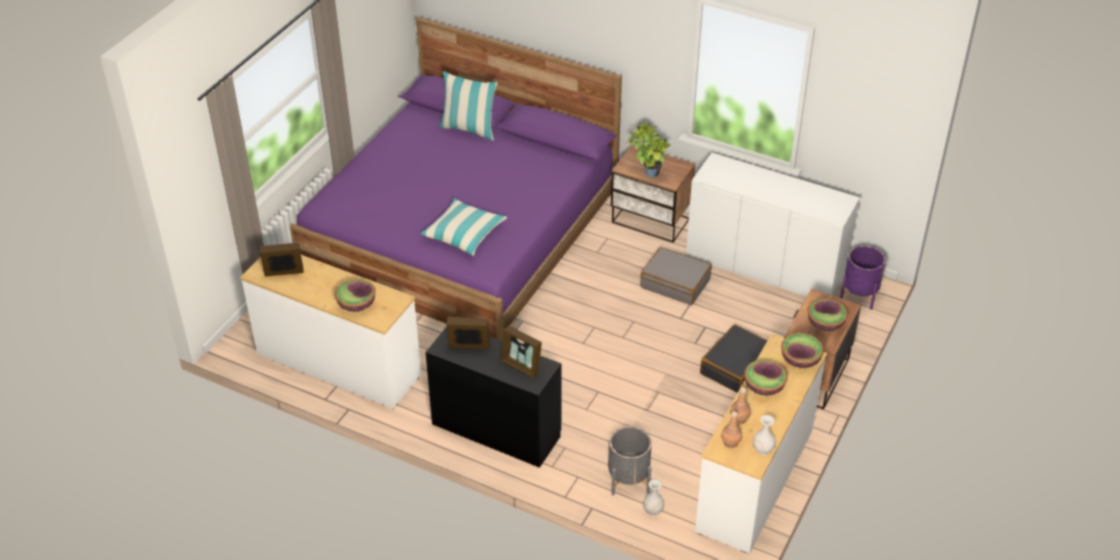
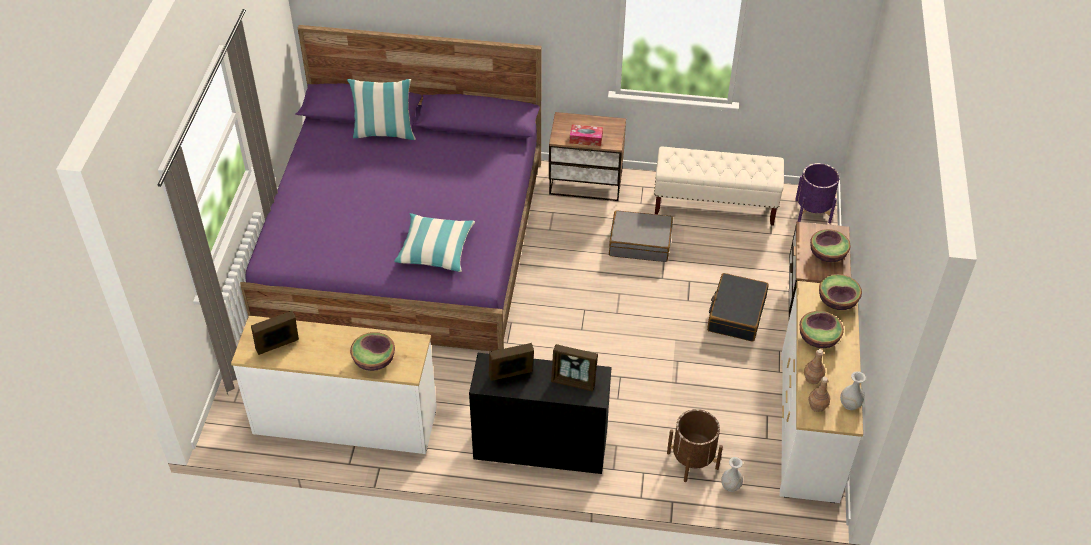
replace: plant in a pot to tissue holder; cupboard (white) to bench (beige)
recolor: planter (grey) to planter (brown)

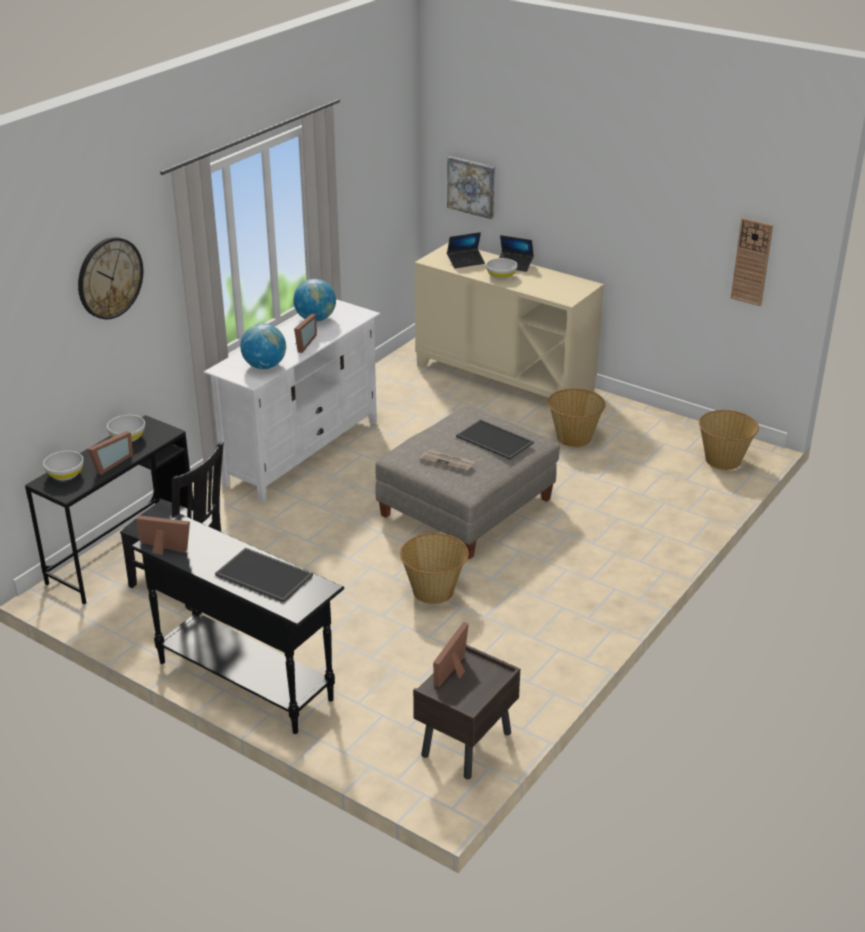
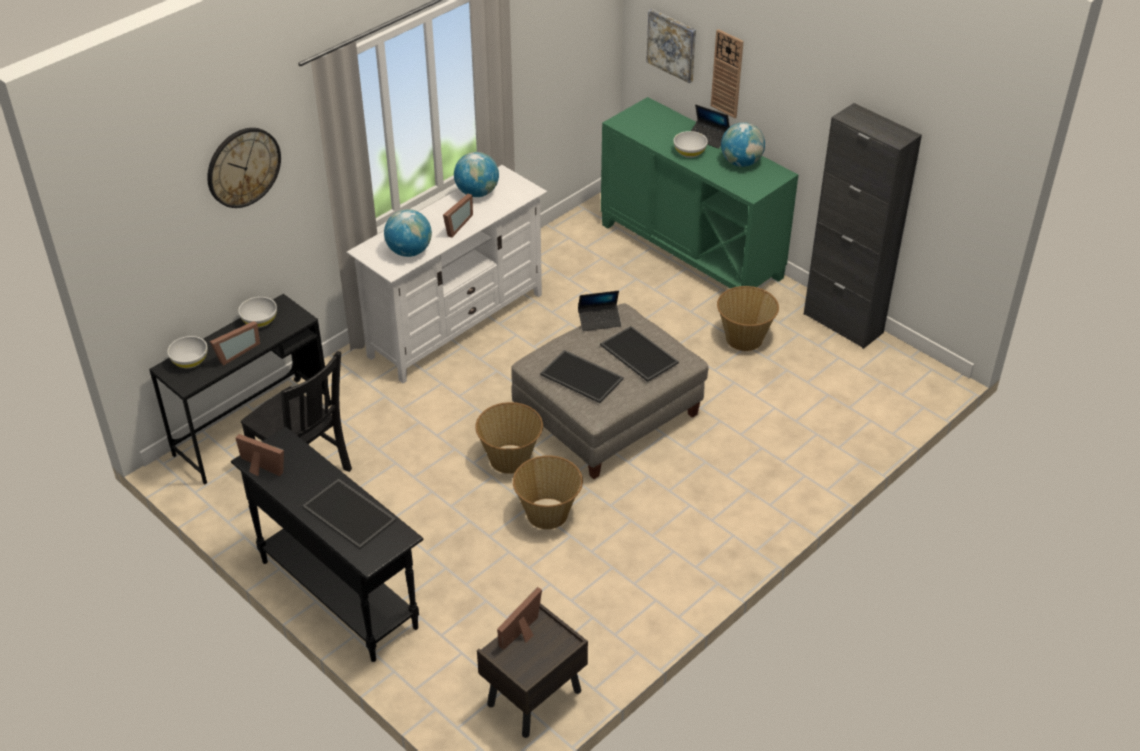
insert: world globe (3rd from left); cupboard (blackish)
move: notebook computer (1st from left); storage basket (3rd from left in the first image) to storage basket (1st from left); clock on the wall (2nd from left)
replace: printed paper to carrying tray (2nd from left)
recolor: cupboard (beige) to cupboard (greenish)

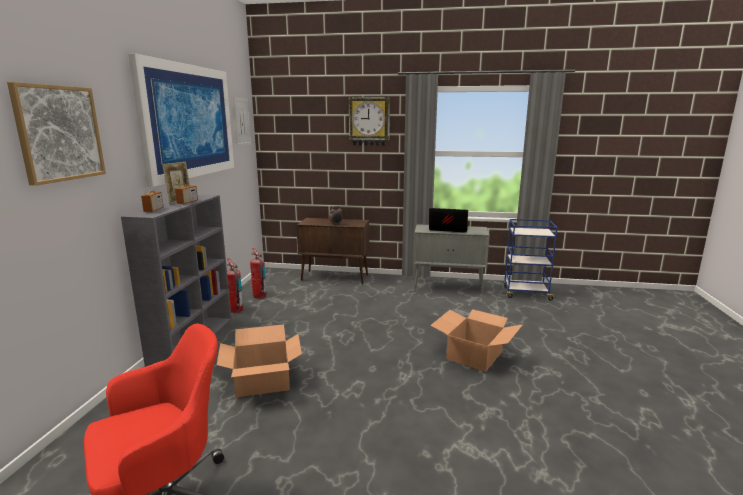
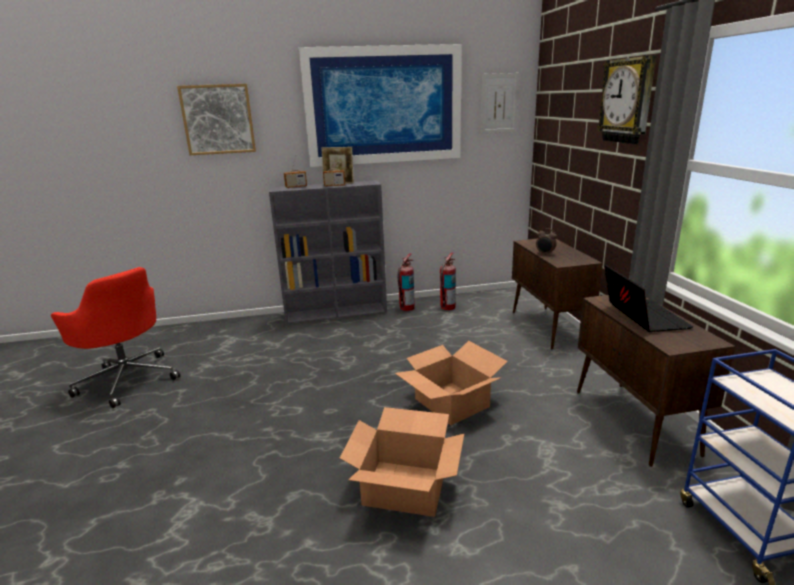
move: cardboard box (1st from left in the first image) to cardboard box (2nd from left)
recolor: cupboard (grey) to cupboard (brown) (2nd from left)

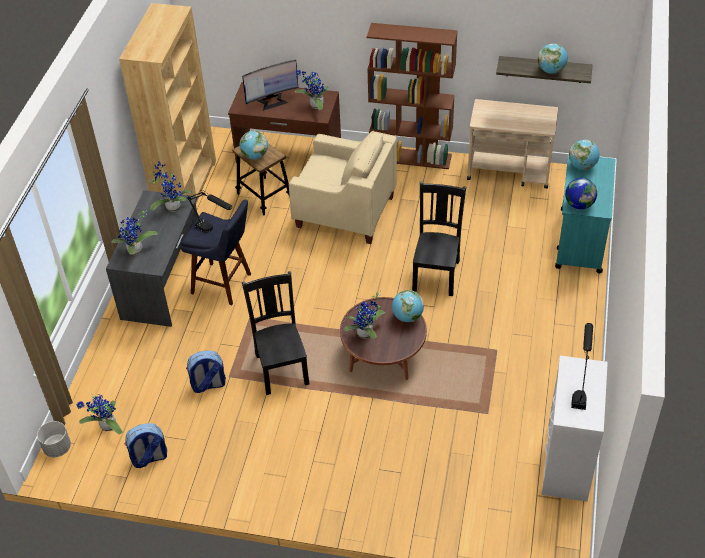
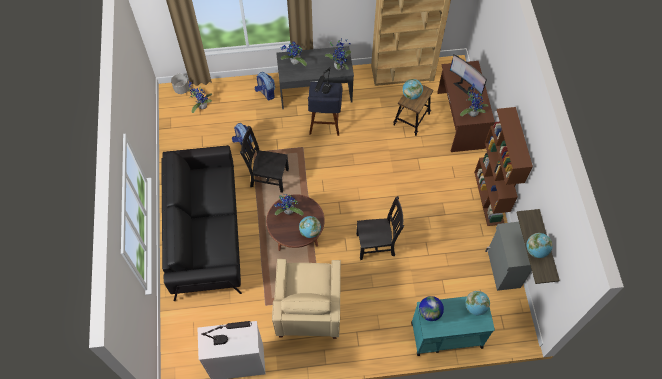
insert: sofa (blackish)
move: rucksack (1st from left in the first image) to rucksack (2nd from left); easy chair (beige)
replace: trolley (beige) to cupboard (grey)
rotate: plain chair (blackish) (1st from left) 135 degrees counterclockwise

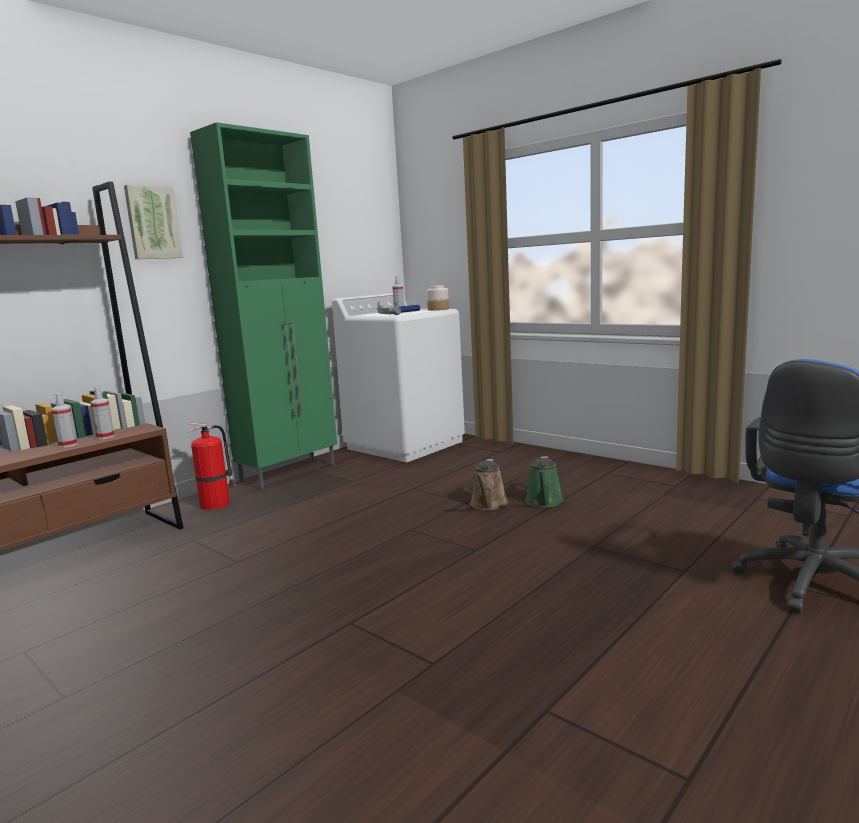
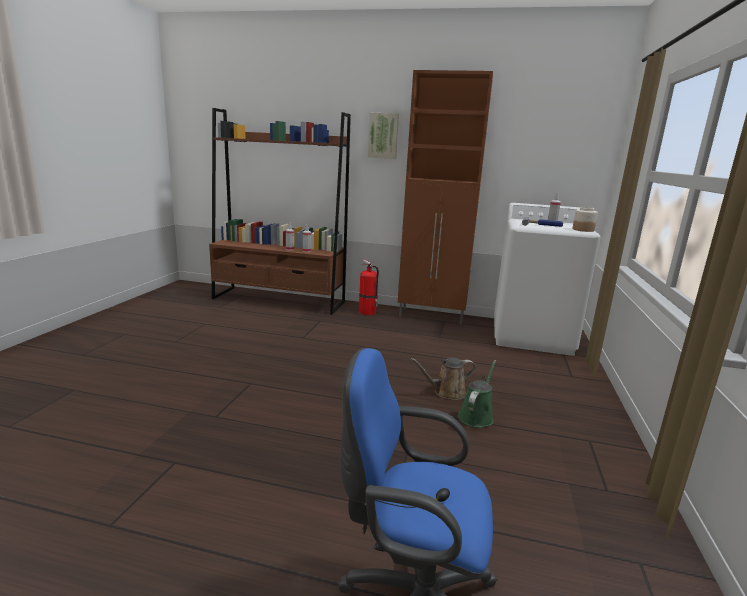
recolor: cupboard (greenish) to cupboard (brown)
rotate: sprinkling can (greenish) 135 degrees clockwise

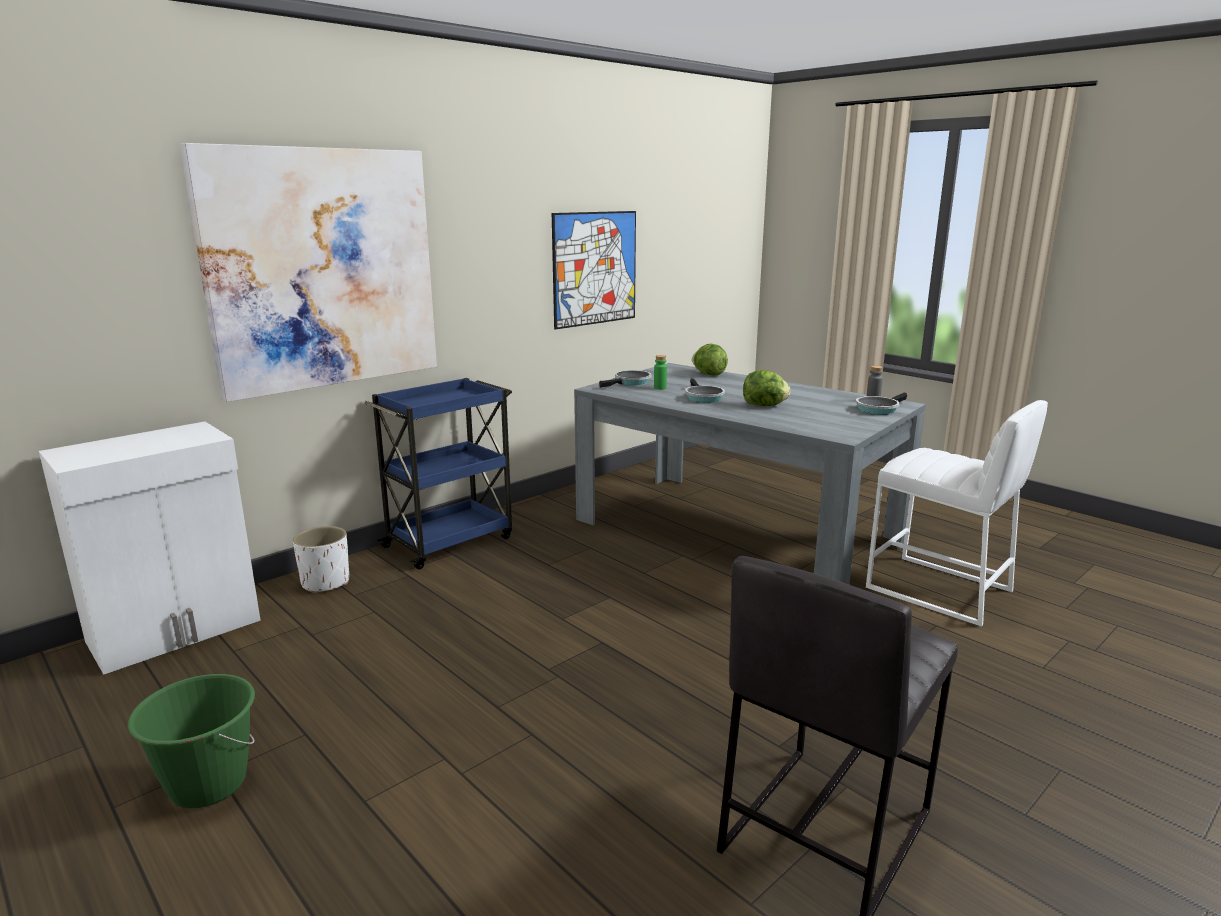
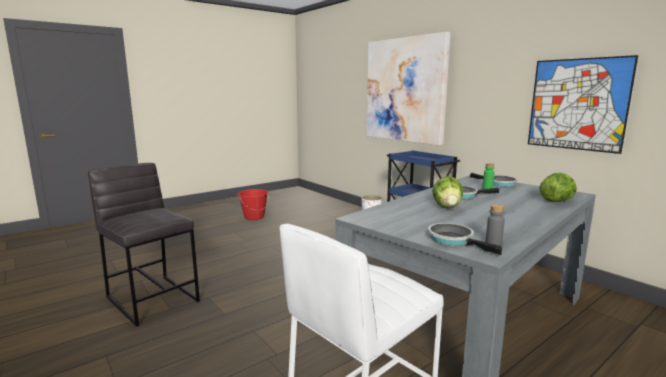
delete: cupboard (white)
recolor: water bucket (greenish) to water bucket (red-coloured)

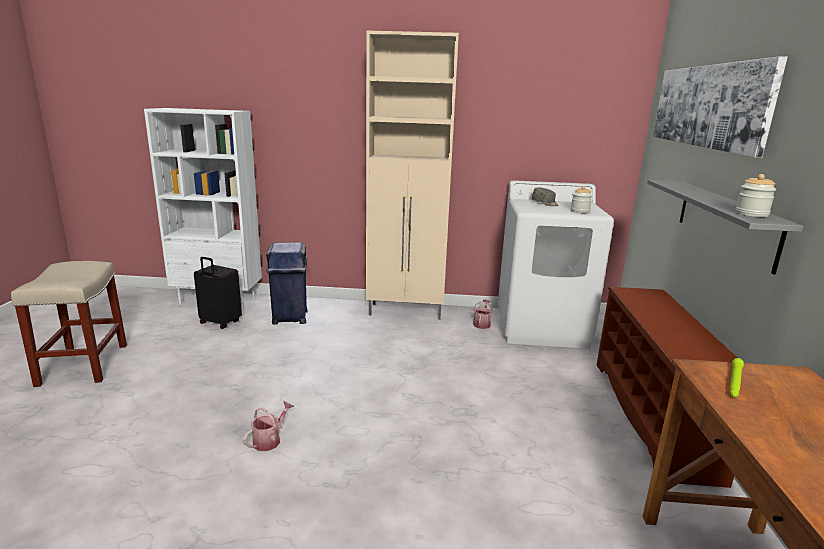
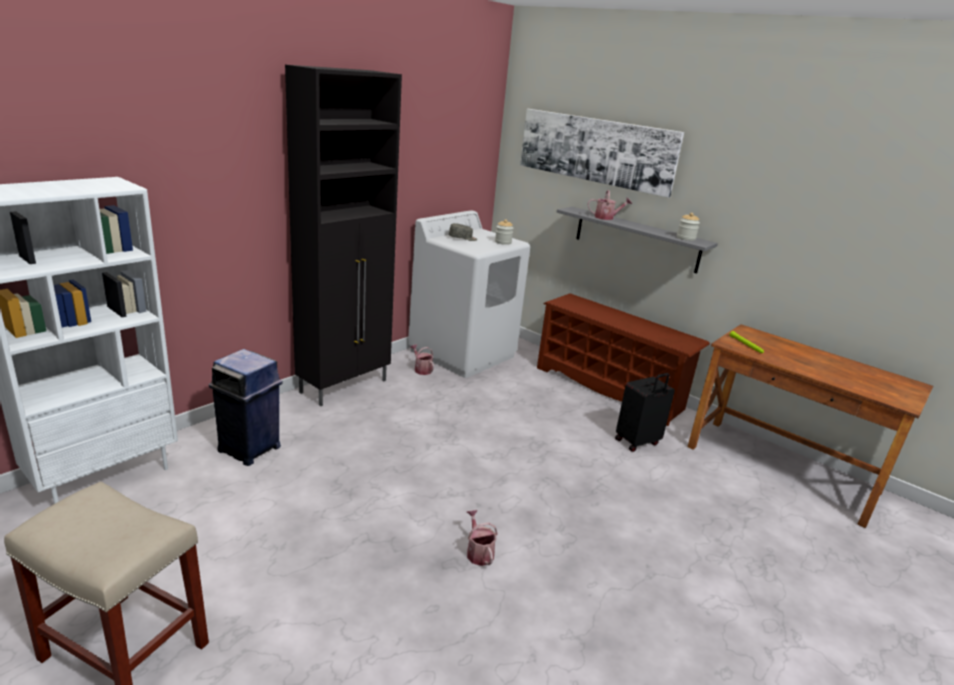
insert: sprinkling can (3rd from left)
move: suitcase (blackish)
recolor: cupboard (beige) to cupboard (blackish)

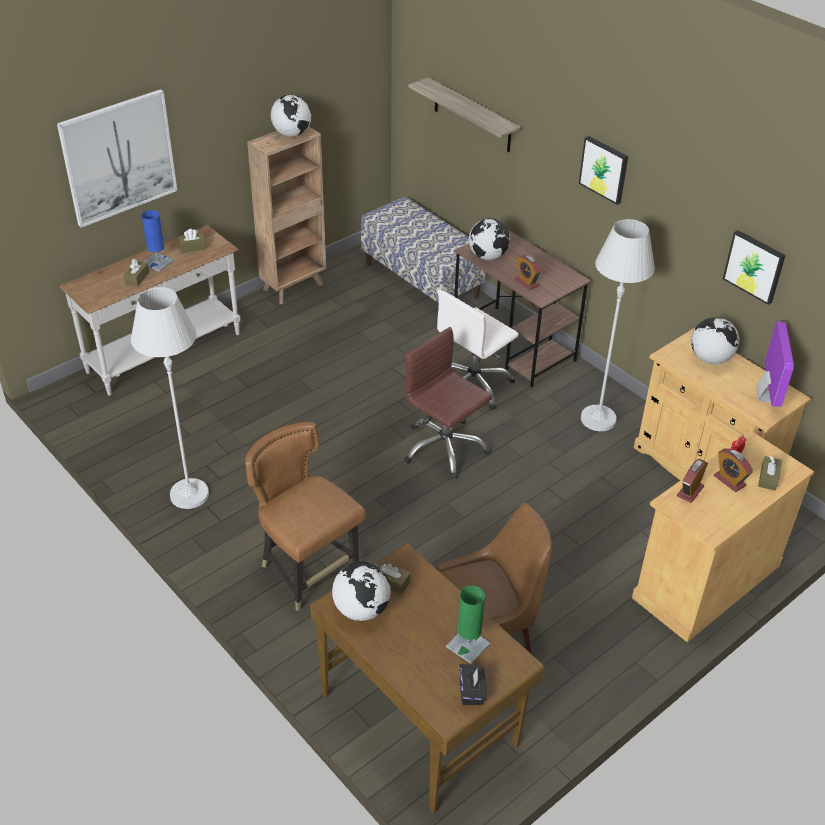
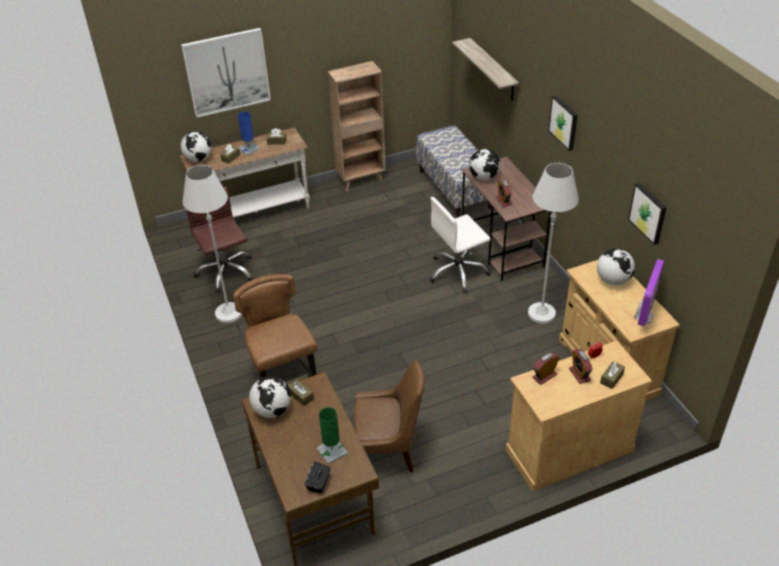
move: world globe (1st from left); office chair (brown)

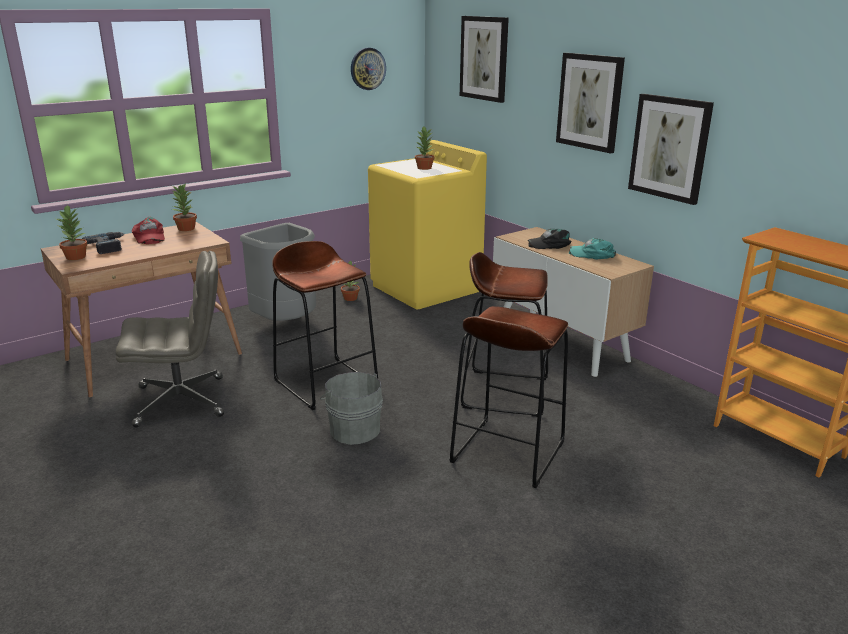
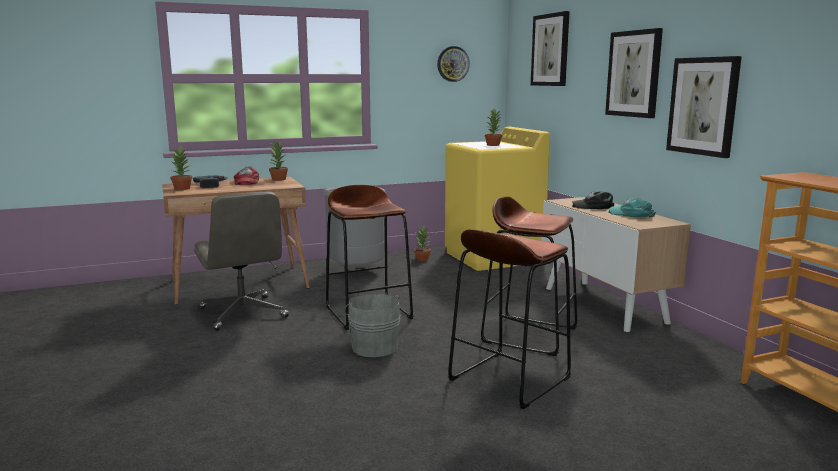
rotate: office chair (grey) 60 degrees clockwise

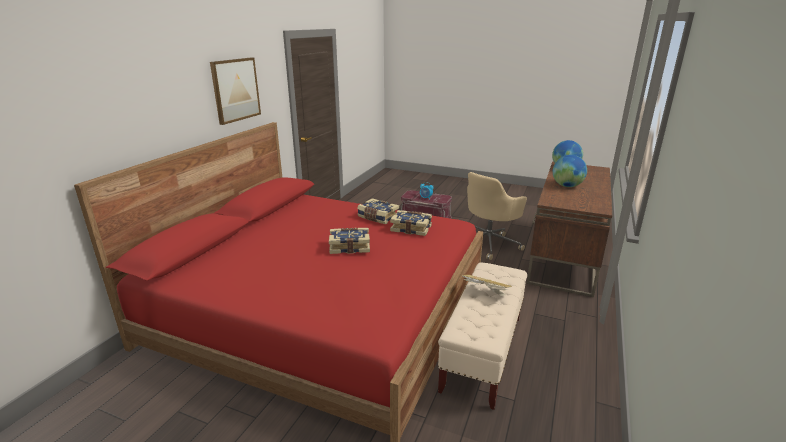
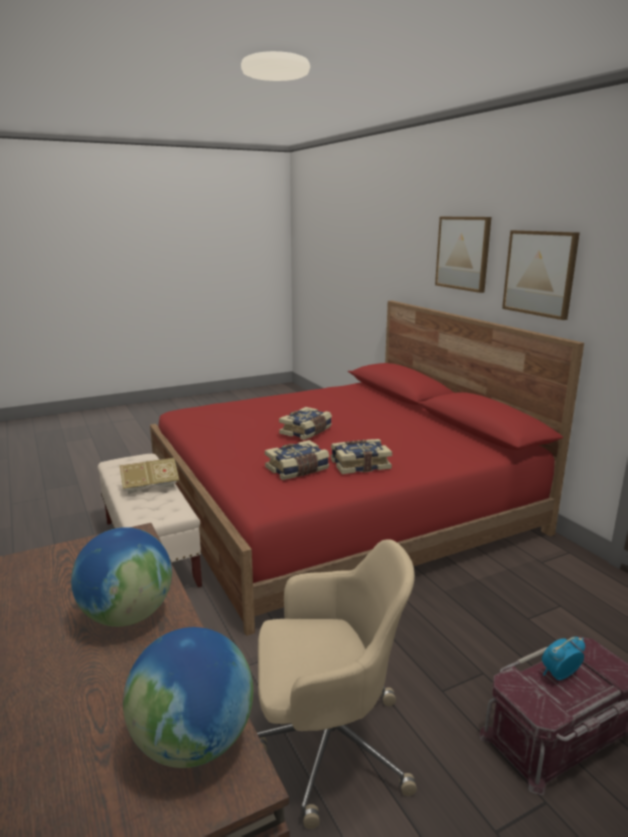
insert: picture (1st from left)
rotate: office chair (beige) 90 degrees clockwise

